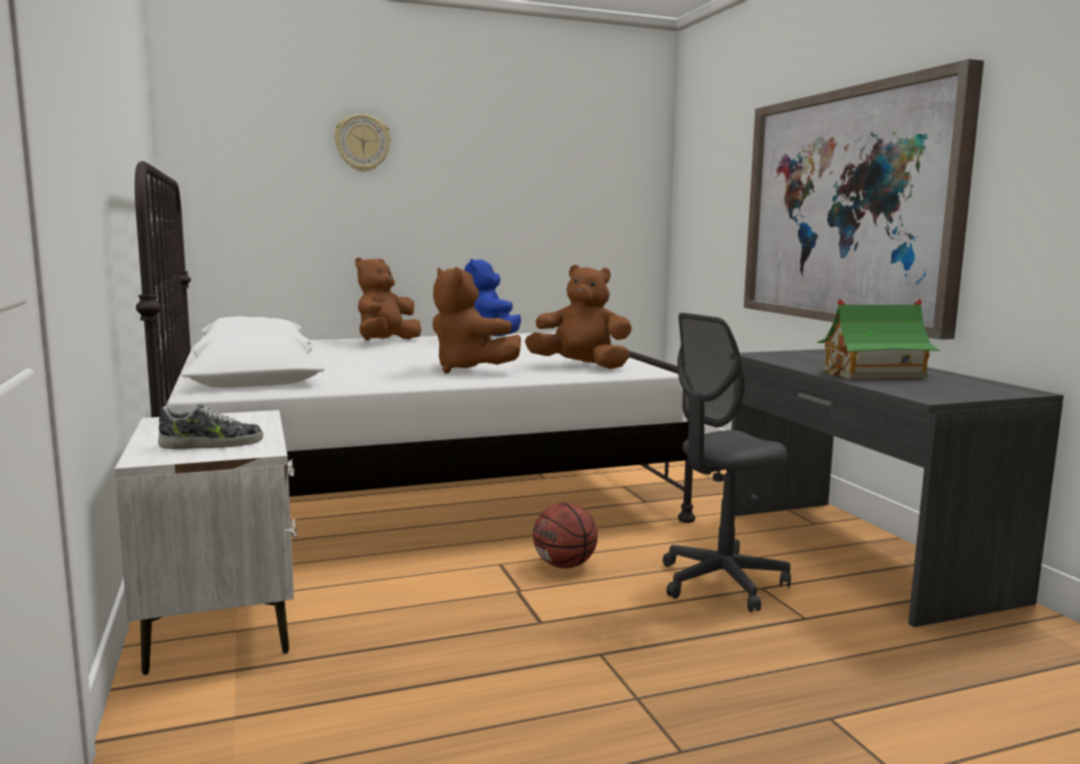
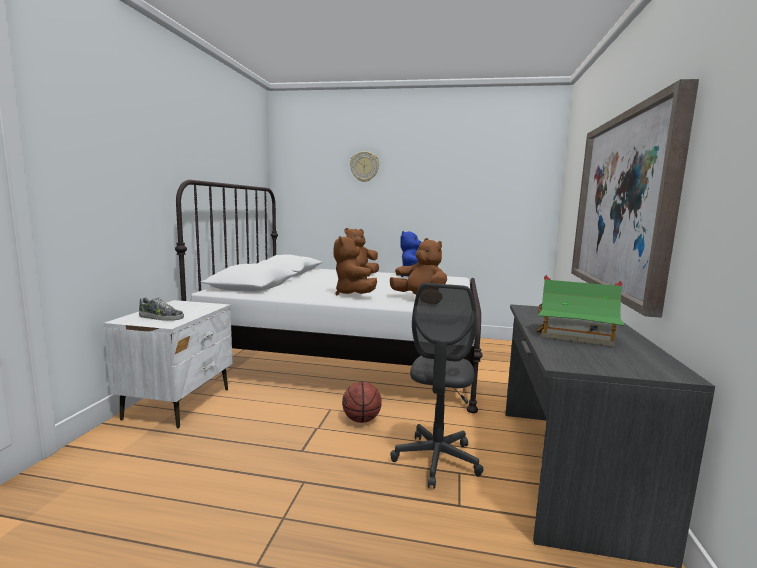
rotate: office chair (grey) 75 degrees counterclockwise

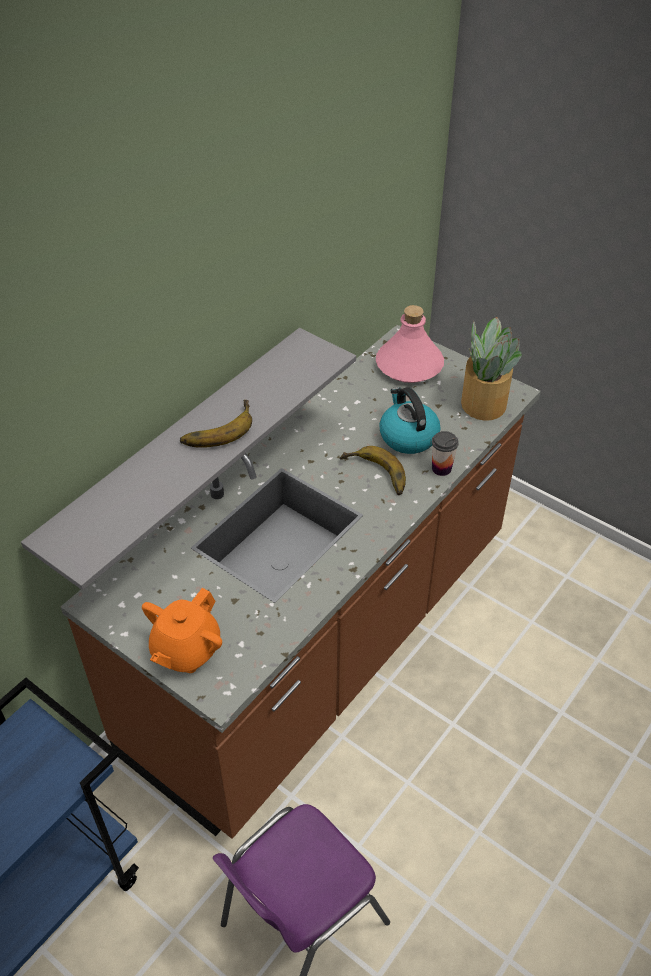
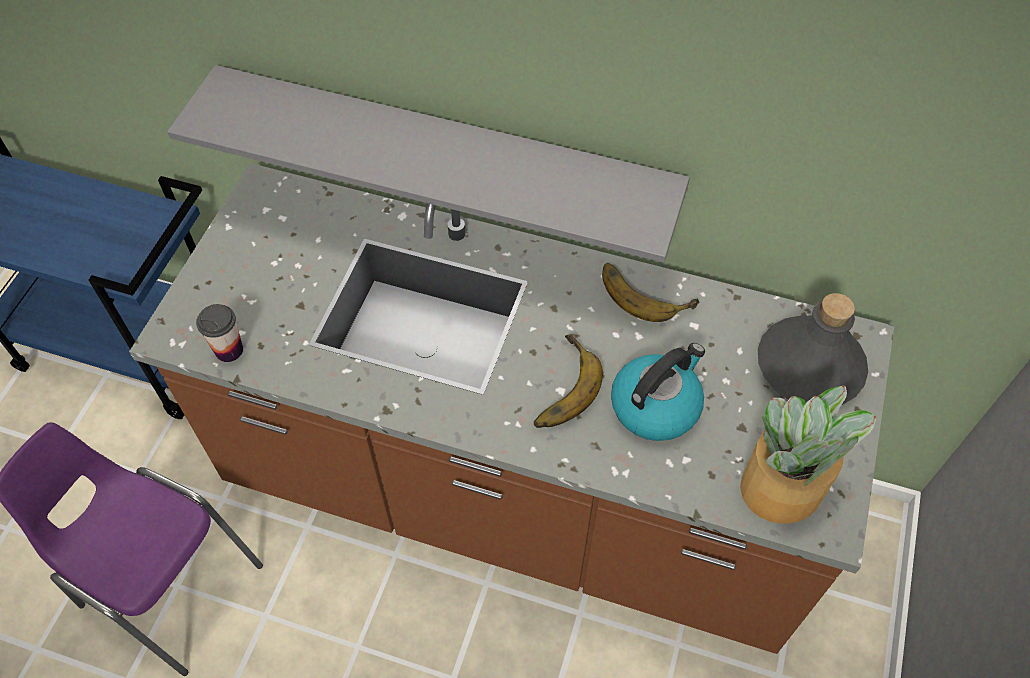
delete: tea pot (orange-coloured)
move: banana fruit (1st from left in the first image) to banana fruit (2nd from left); cup
recolor: beverage bottle (pink-coloured) to beverage bottle (grey)

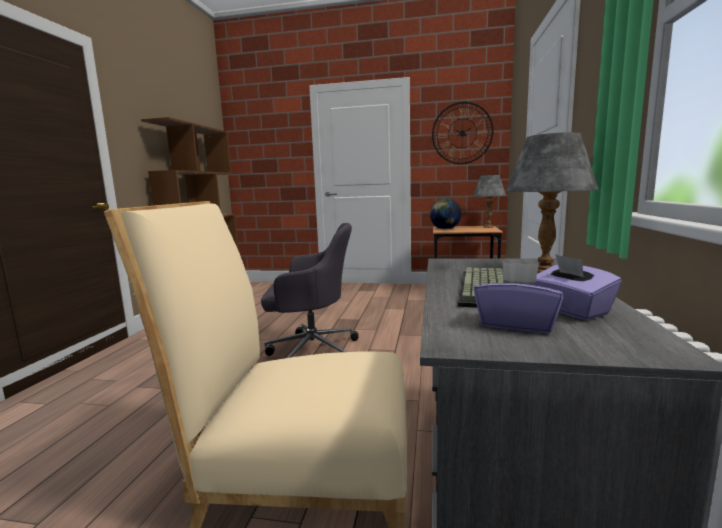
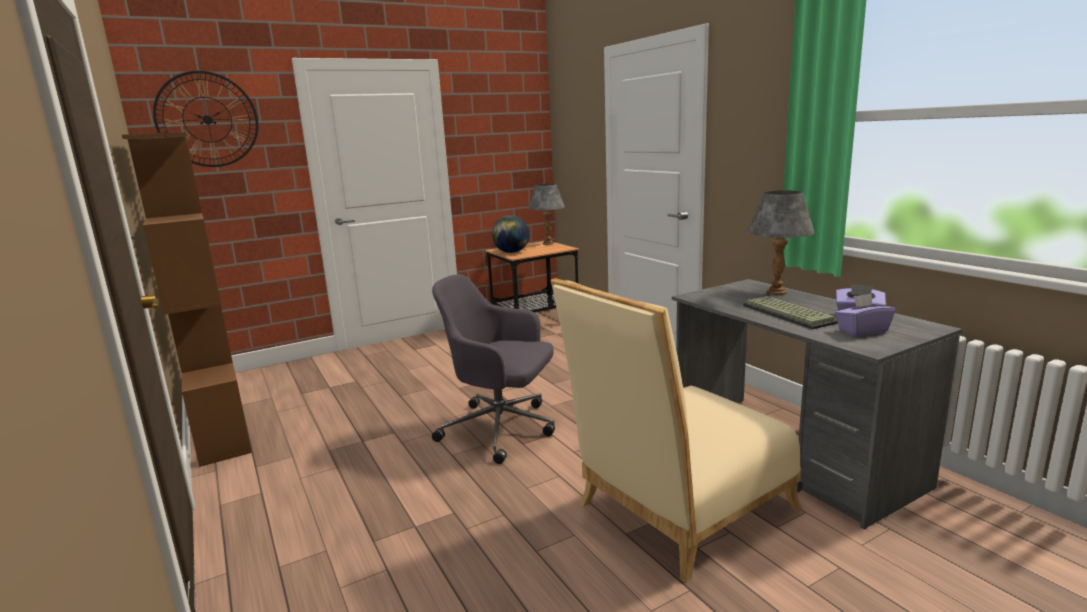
move: clock on the wall
rotate: office chair (grey) 120 degrees counterclockwise

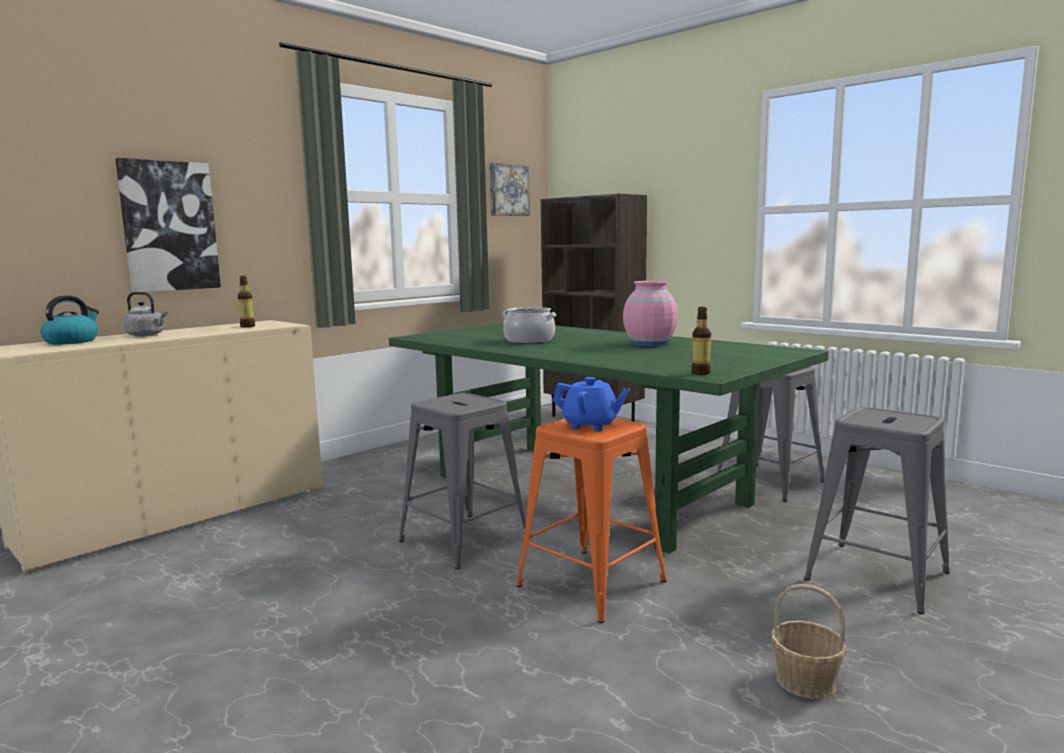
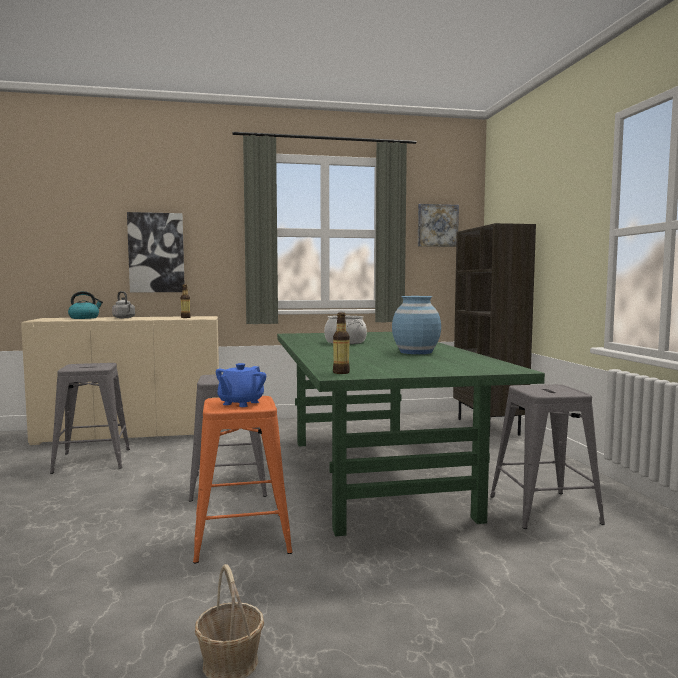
move: stool (grey) (3rd from left in the first image) to stool (grey) (1st from left)
recolor: vase (pink-coloured) to vase (blue-coloured)
rotate: tea pot (blue-coloured) 60 degrees clockwise

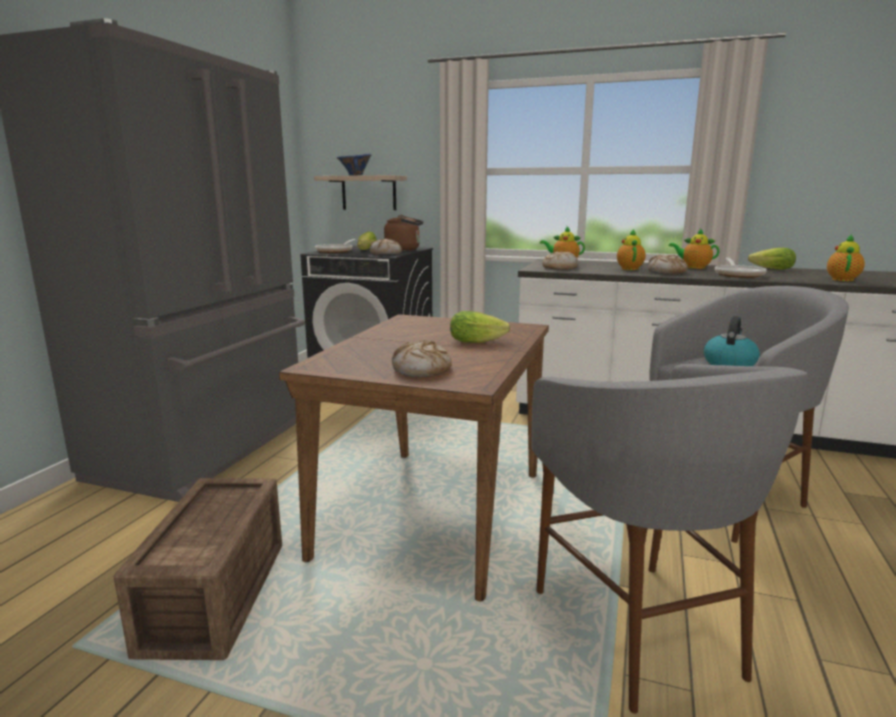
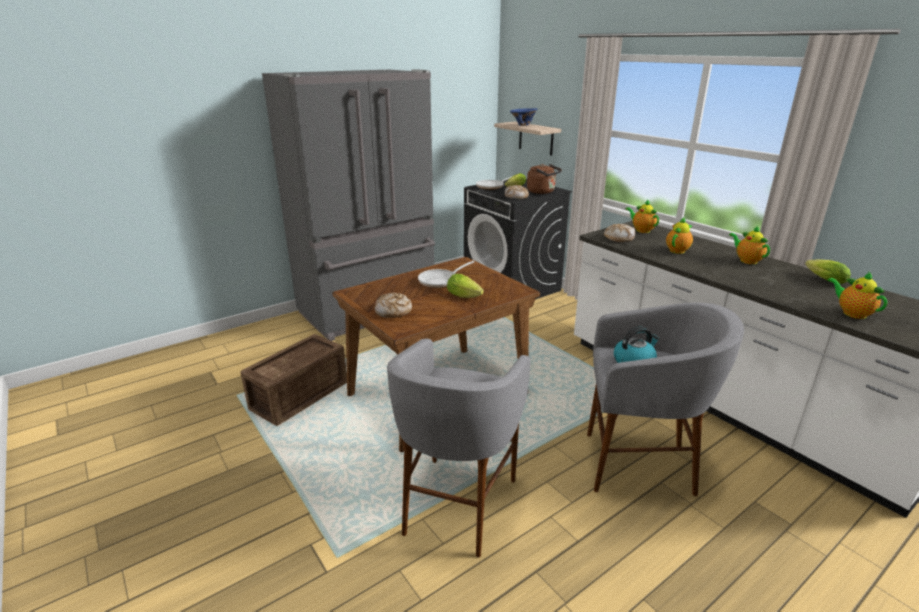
delete: baked bread (4th from left)
move: pan (2nd from left in the first image) to pan (1st from left)
rotate: tea pot (4th from left) 90 degrees counterclockwise

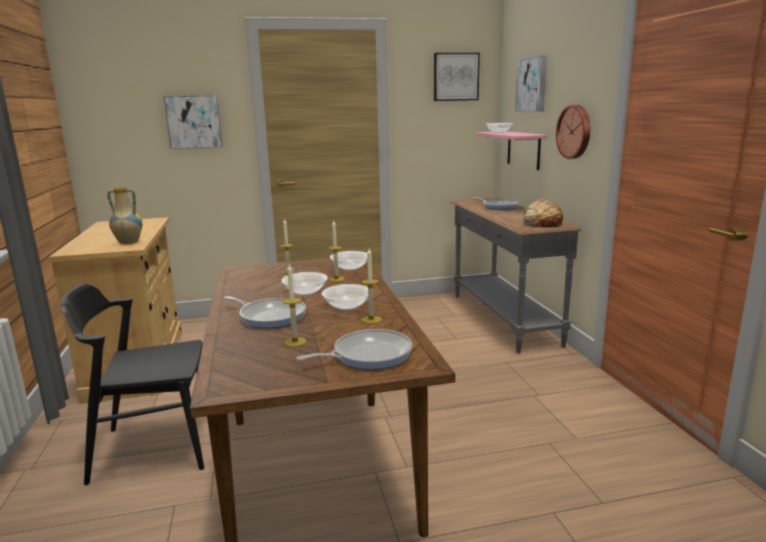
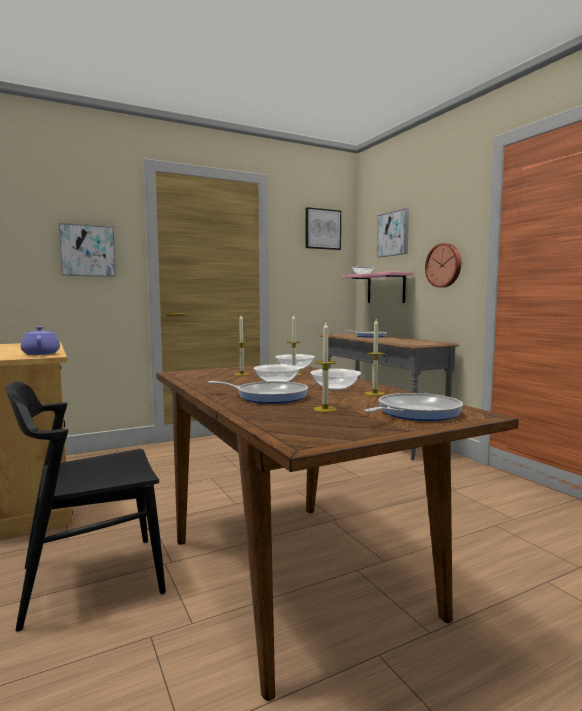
delete: baked bread
replace: vase to tea pot (purple-coloured)

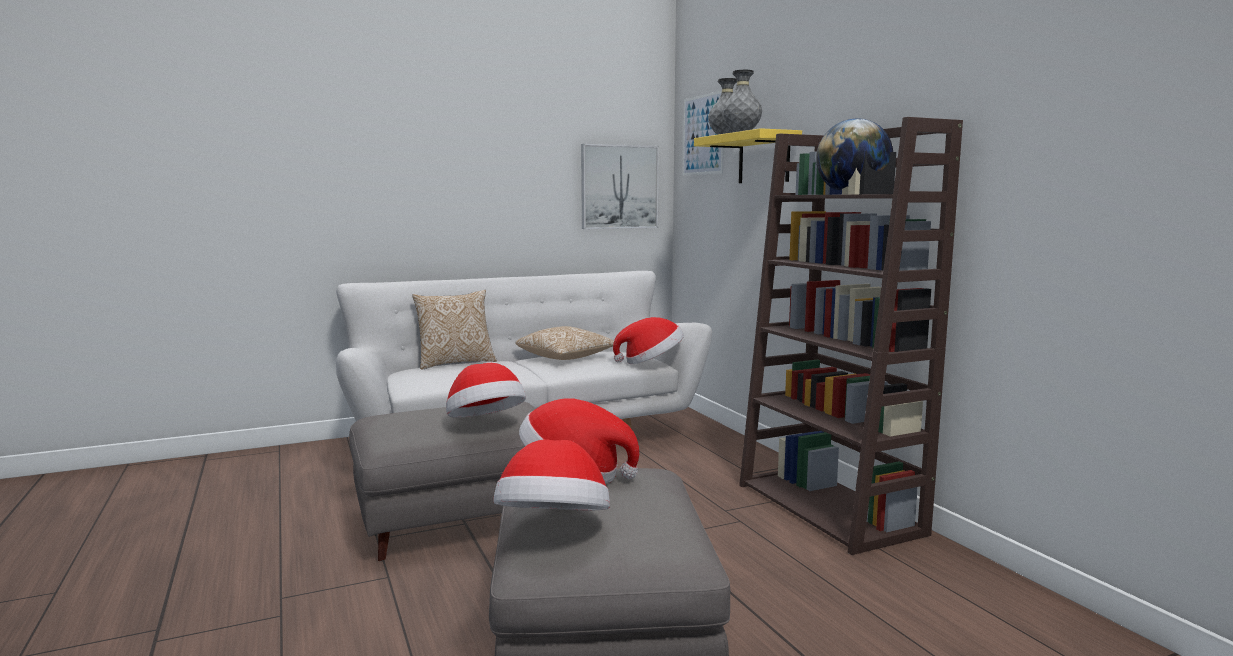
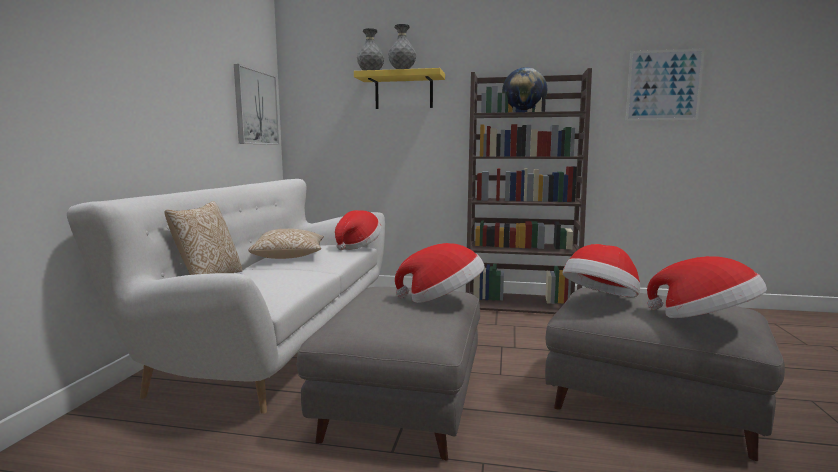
move: picture (2nd from left)

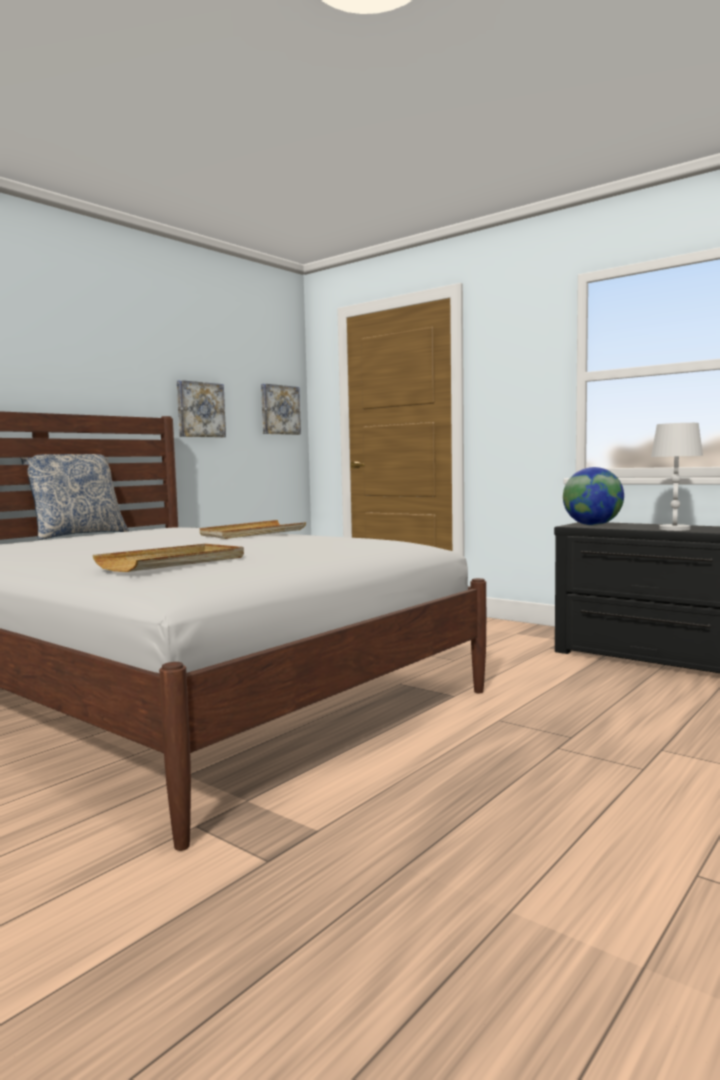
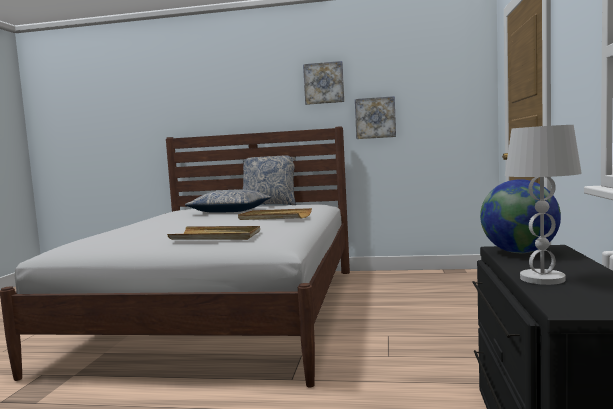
insert: pillow (1st from left)
move: carrying tray (beige) (1st from left); picture (2nd from left in the first image) to picture (1st from left)

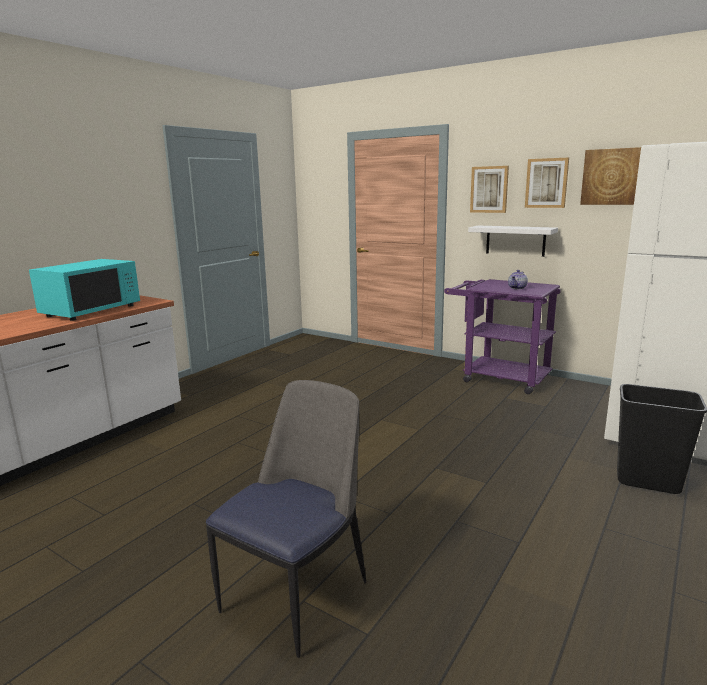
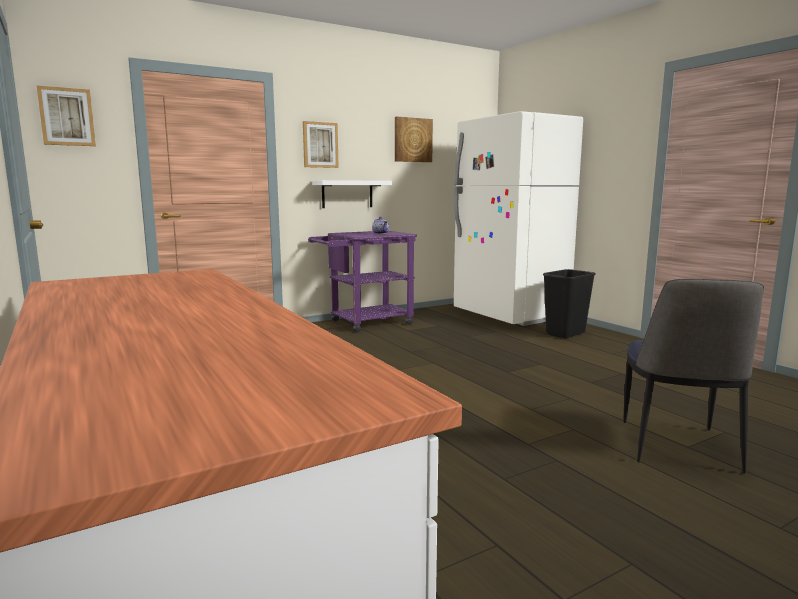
delete: microwave oven (blue-green)
move: picture (2nd from left in the first image) to picture (1st from left)
rotate: plain chair 135 degrees counterclockwise

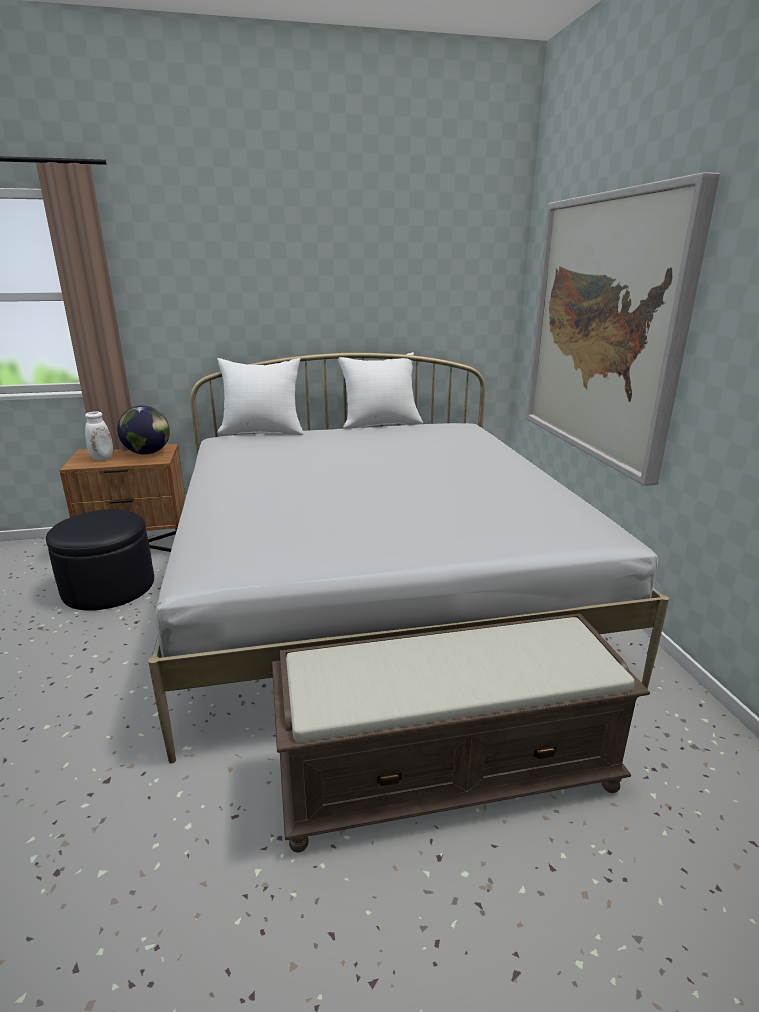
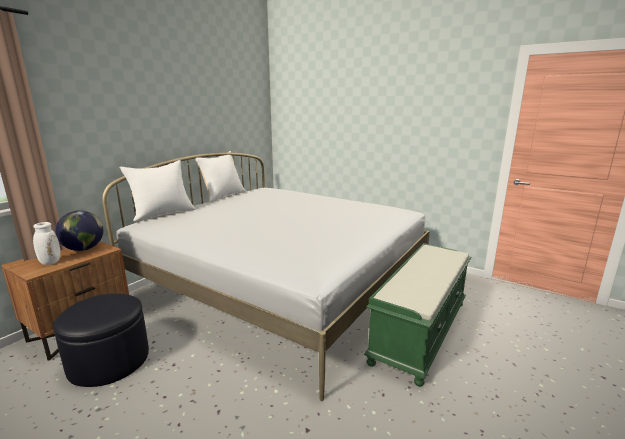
delete: picture
recolor: bench (brown) to bench (greenish)

